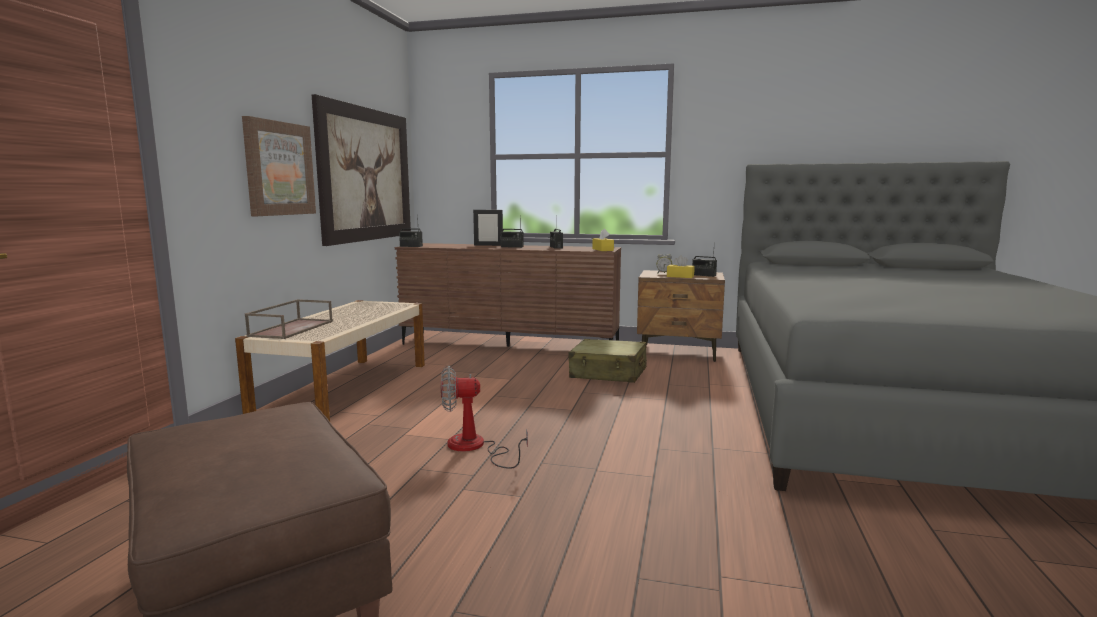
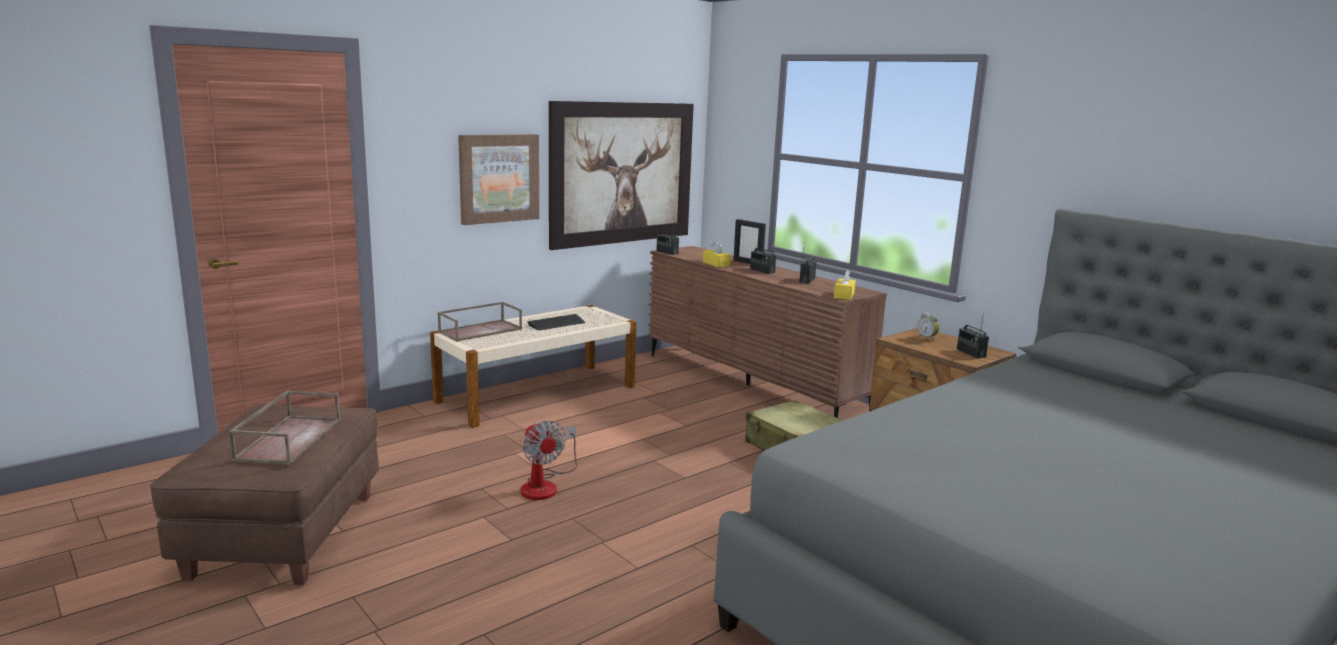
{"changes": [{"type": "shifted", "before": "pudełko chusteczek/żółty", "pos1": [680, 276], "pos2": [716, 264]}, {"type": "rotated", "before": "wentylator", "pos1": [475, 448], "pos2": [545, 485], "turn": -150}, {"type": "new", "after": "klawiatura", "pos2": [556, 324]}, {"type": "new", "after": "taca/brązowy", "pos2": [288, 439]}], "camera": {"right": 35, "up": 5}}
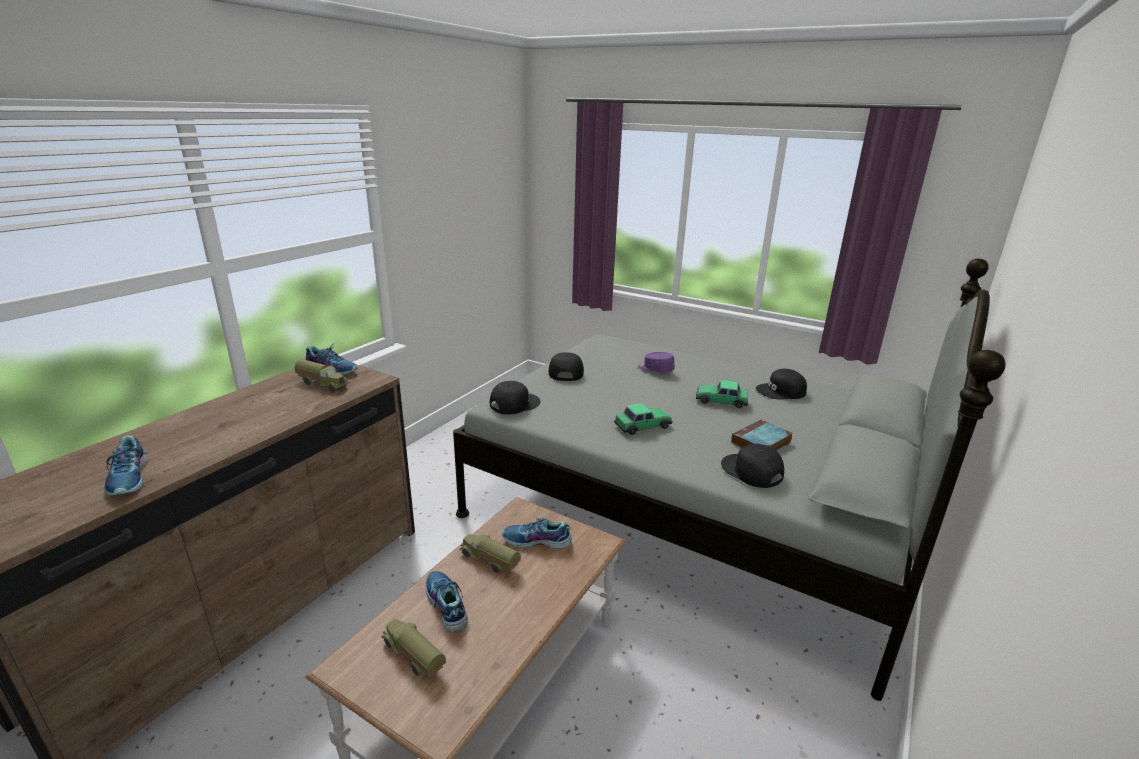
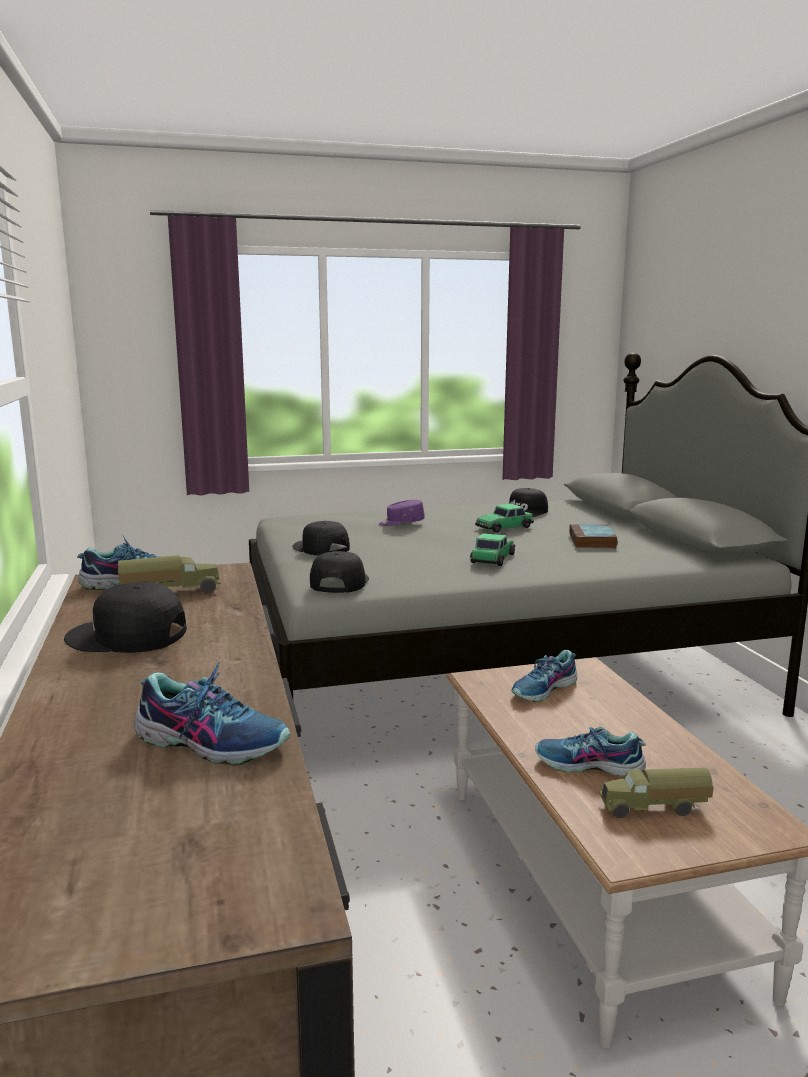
{"changes": [{"type": "shifted", "before": "czapka z daszkiem/czarny", "pos1": [751, 471], "pos2": [127, 636]}, {"type": "gone", "before": "ciężarówka zabawkowa", "pos1": [489, 561]}], "camera": {"right": -45, "up": -10}}
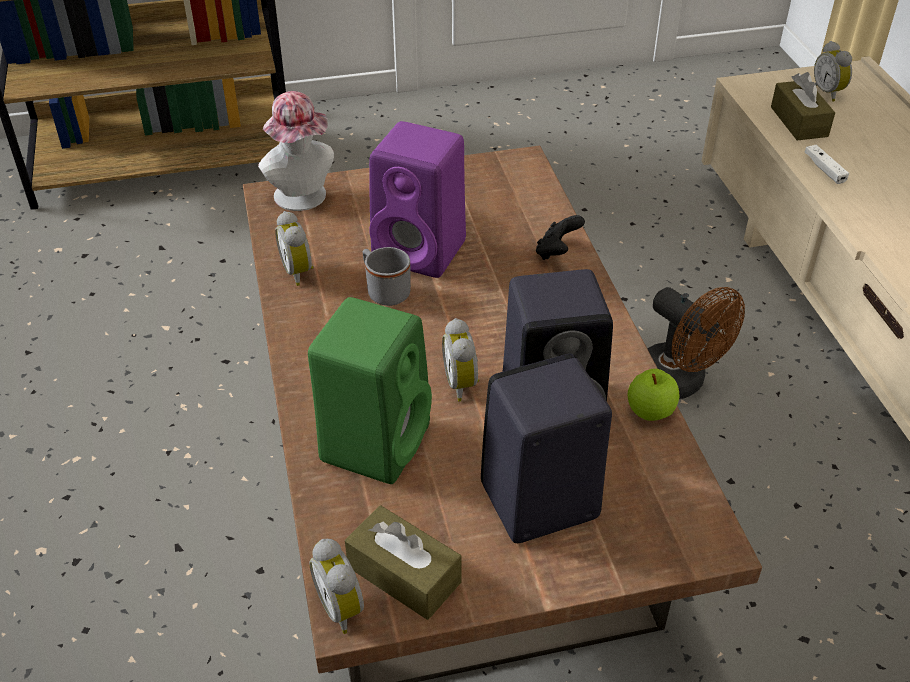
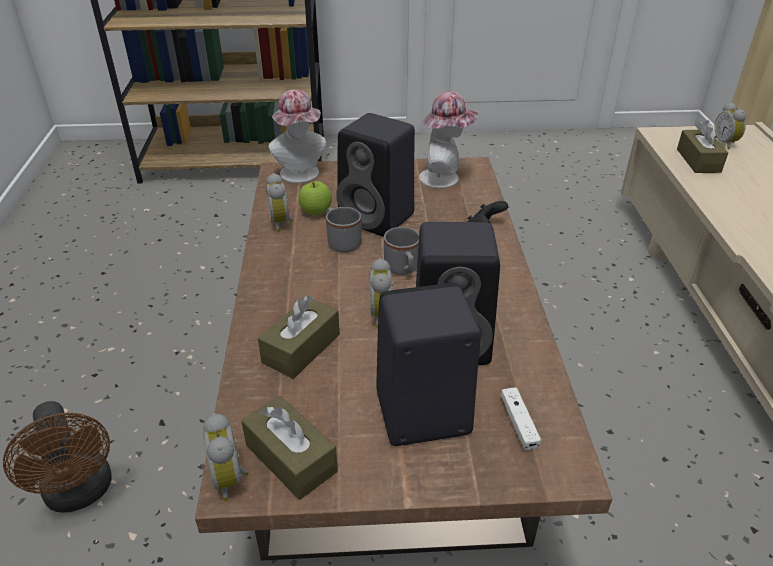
{"changes": [{"type": "repainted", "before": "głośnik/fioletowy", "after": "głośnik/czarny", "pos1": [422, 251], "pos2": [379, 218]}, {"type": "shifted", "before": "pad do gier/biały", "pos1": [824, 169], "pos2": [519, 423]}, {"type": "shifted", "before": "wentylator/brązowy", "pos1": [679, 383], "pos2": [80, 493]}, {"type": "swapped", "before": "głośnik/zielony", "after": "pudełko chusteczek/brązowy", "pos1": [376, 440], "pos2": [301, 348]}, {"type": "shifted", "before": "jabłko", "pos1": [650, 412], "pos2": [316, 212]}, {"type": "new", "after": "kapelusz", "pos2": [444, 178]}, {"type": "new", "after": "kubek/szary", "pos2": [403, 269]}], "camera": {"right": 10, "up": -5}}
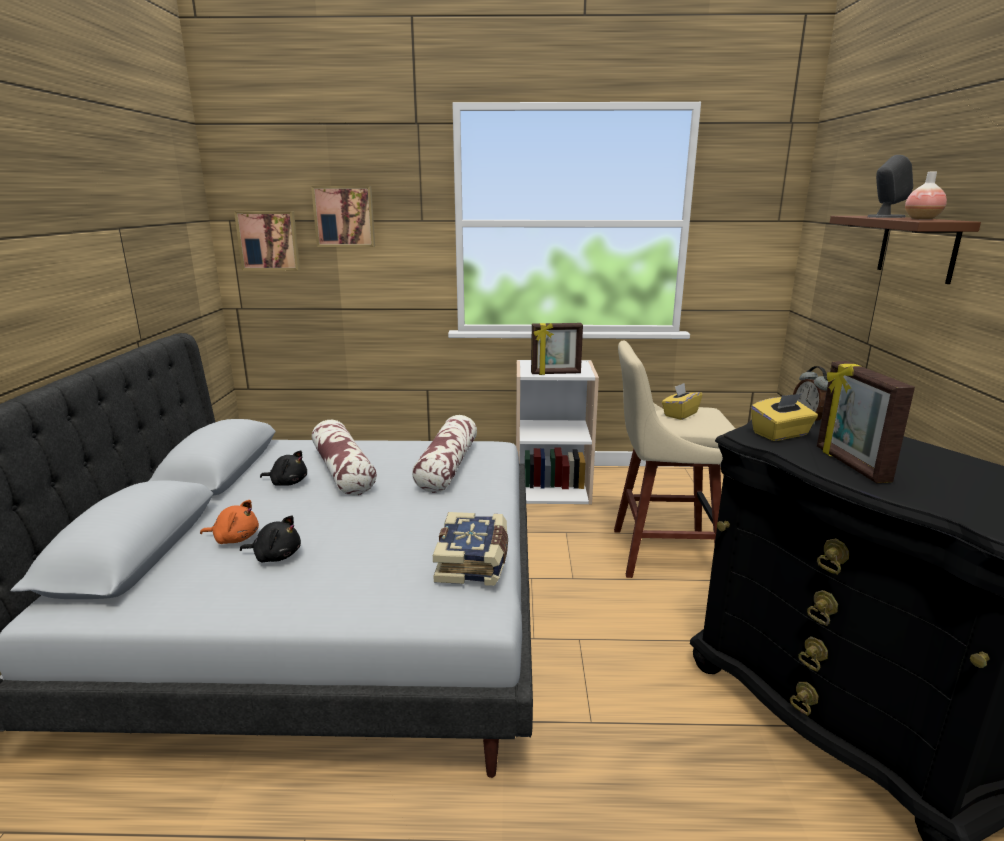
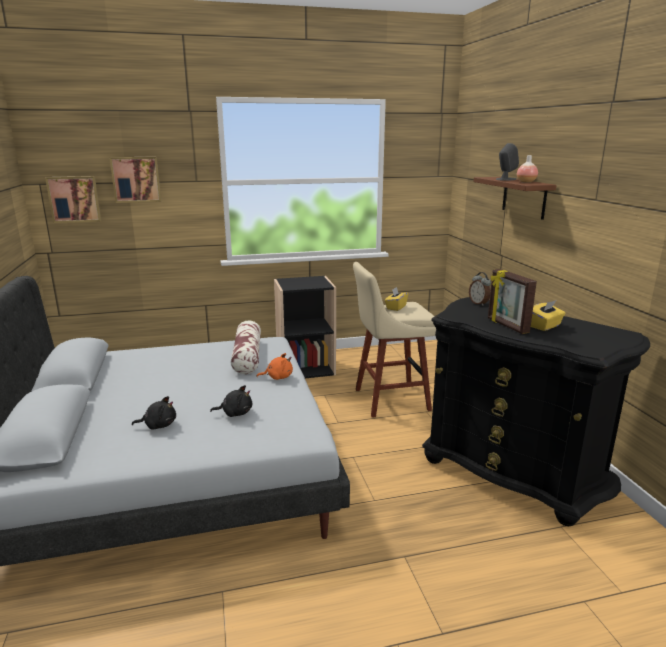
{"changes": [{"type": "gone", "before": "ramka na zdjęcie", "pos1": [556, 373]}, {"type": "repainted", "before": "regał/biały", "after": "regał/czarny", "pos1": [553, 489], "pos2": [306, 368]}, {"type": "shifted", "before": "pudełko chusteczek/żółty", "pos1": [780, 434], "pos2": [545, 326]}, {"type": "gone", "before": "poduszka", "pos1": [343, 470]}, {"type": "shifted", "before": "pluszak/czarny", "pos1": [287, 482], "pos2": [235, 413]}, {"type": "shifted", "before": "pluszak/pomarańczowy", "pos1": [235, 538], "pos2": [278, 377]}, {"type": "gone", "before": "książka", "pos1": [474, 561]}], "camera": {"right": -15, "up": 0}}
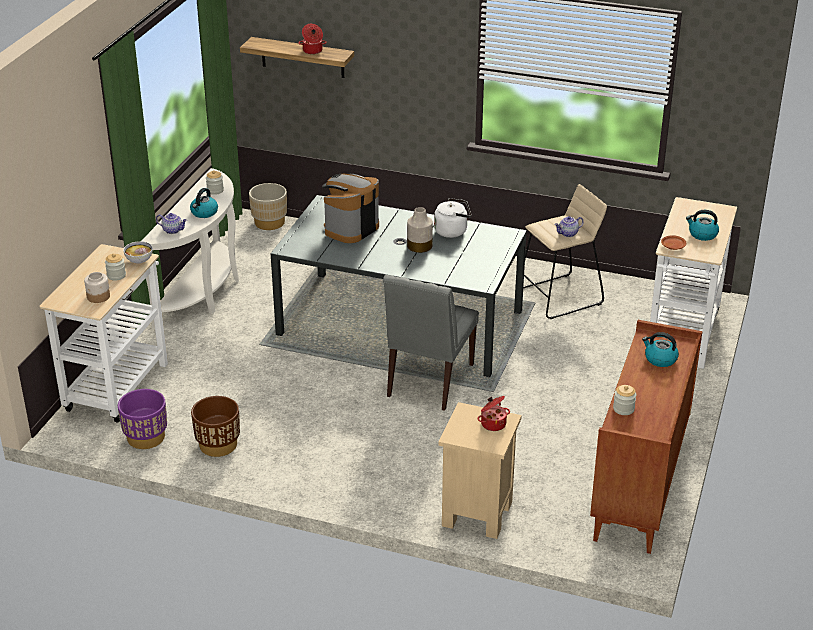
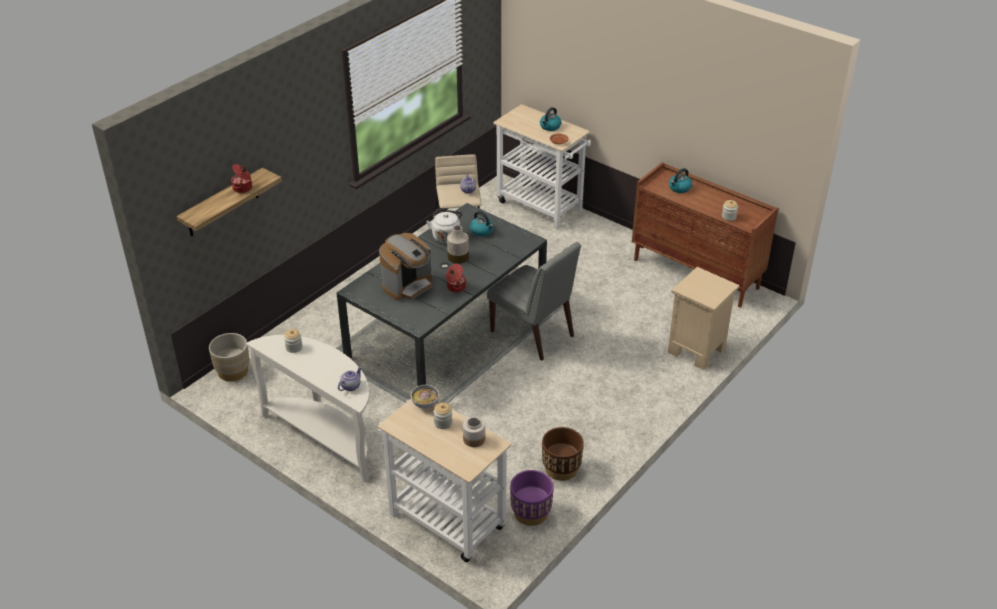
{"changes": [{"type": "rotated", "before": "ekspres do kawy", "pos1": [350, 228], "pos2": [408, 285], "turn": -105}, {"type": "shifted", "before": "czajnik", "pos1": [204, 213], "pos2": [482, 231]}, {"type": "shifted", "before": "garnek", "pos1": [493, 423], "pos2": [455, 287]}], "camera": {"right": -70, "up": 5}}
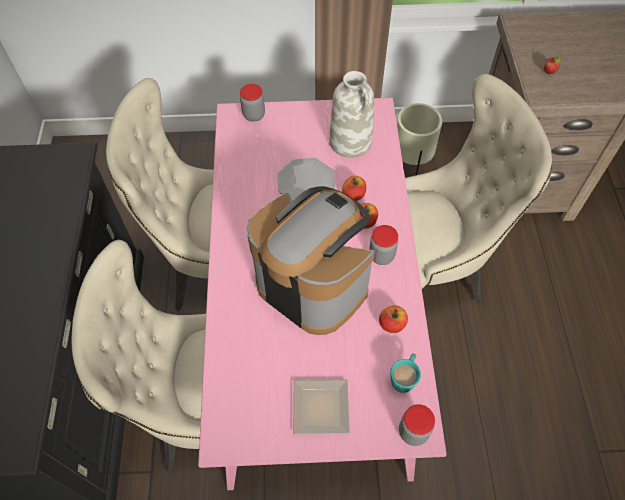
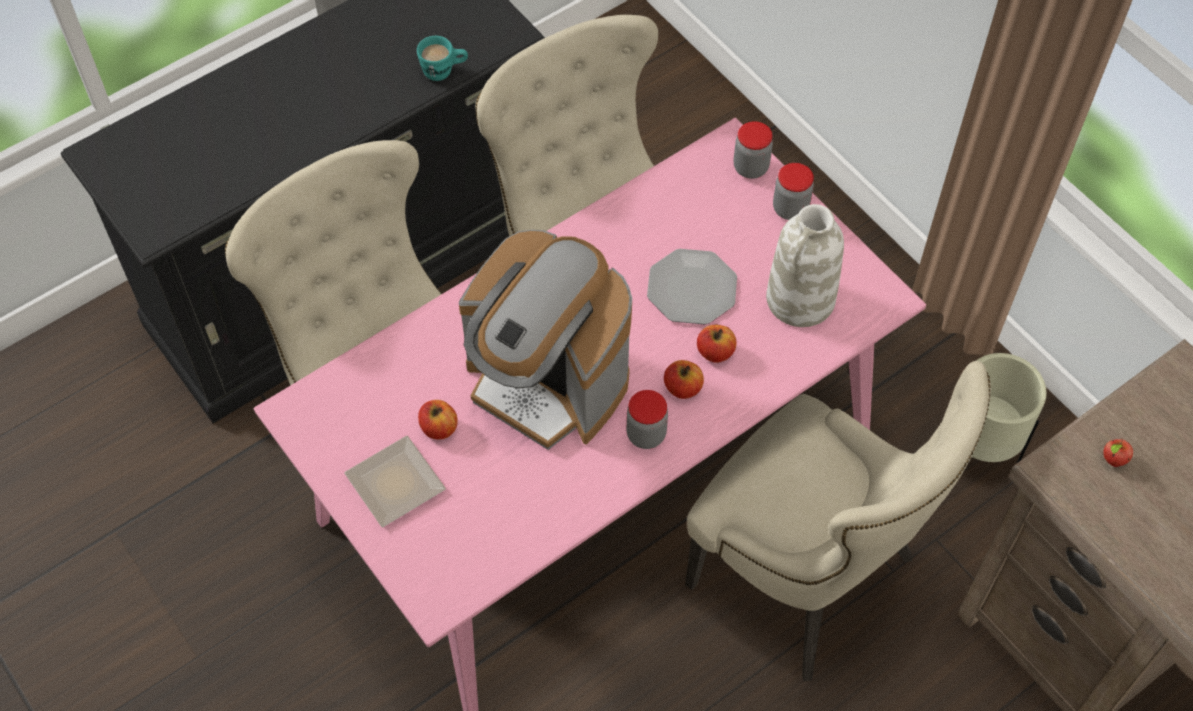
{"changes": [{"type": "rotated", "before": "ekspres do kawy", "pos1": [312, 284], "pos2": [547, 383], "turn": 120}, {"type": "shifted", "before": "jabłko", "pos1": [392, 324], "pos2": [439, 428]}, {"type": "shifted", "before": "kubek/turkusowy", "pos1": [404, 377], "pos2": [444, 71]}, {"type": "shifted", "before": "słoik", "pos1": [413, 432], "pos2": [790, 208]}], "camera": {"right": 55, "up": 0}}
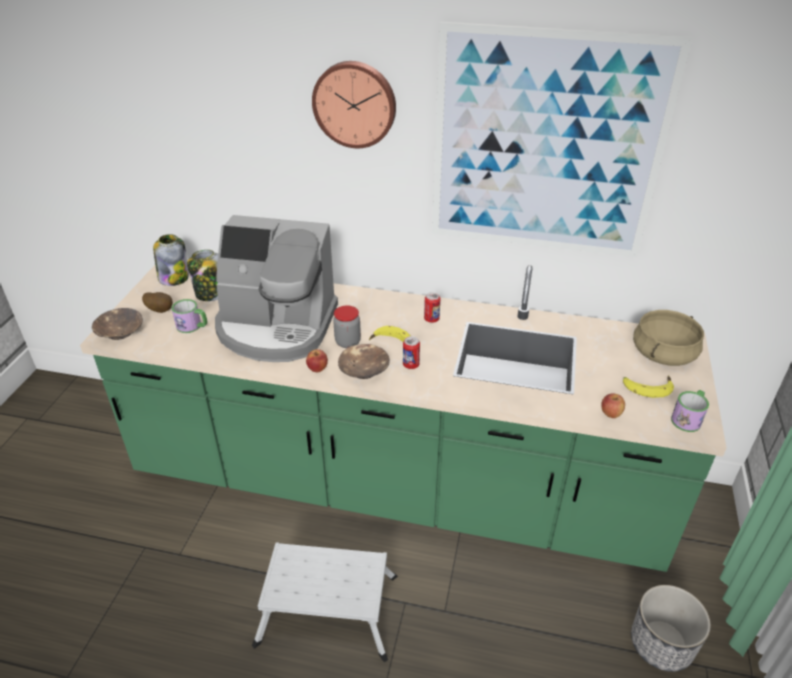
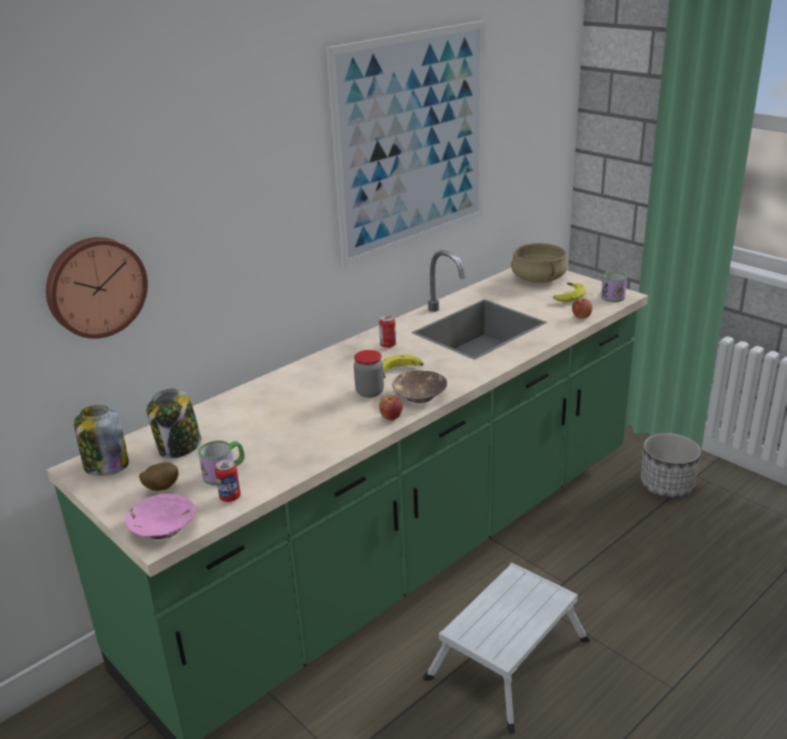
{"changes": [{"type": "shifted", "before": "zegar ścienny", "pos1": [355, 104], "pos2": [95, 286]}, {"type": "gone", "before": "ekspres do kawy", "pos1": [276, 327]}, {"type": "repainted", "before": "miska/brązowy", "after": "miska/różowy", "pos1": [119, 331], "pos2": [163, 528]}, {"type": "shifted", "before": "puszka", "pos1": [411, 365], "pos2": [230, 497]}], "camera": {"right": -55, "up": -10}}
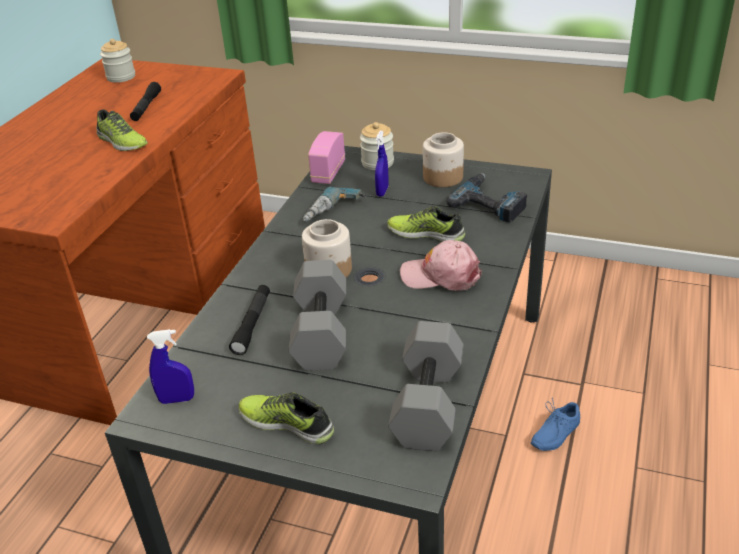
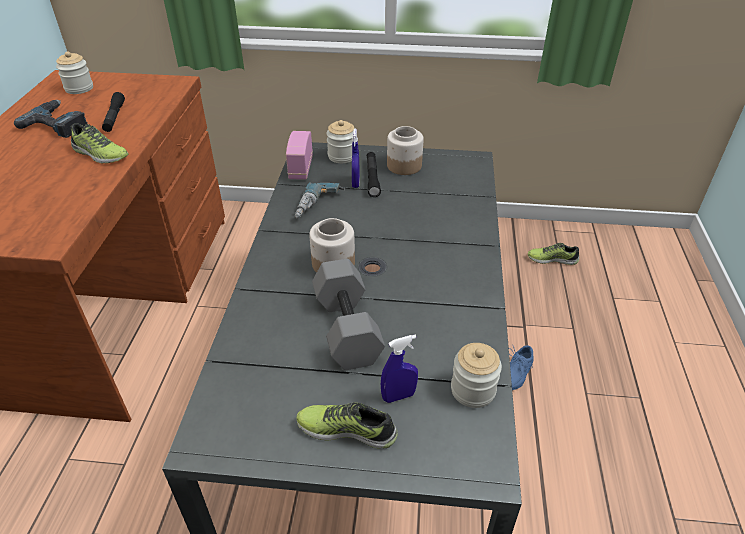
{"changes": [{"type": "shifted", "before": "wiertarka", "pos1": [490, 203], "pos2": [58, 123]}, {"type": "shifted", "before": "but", "pos1": [426, 233], "pos2": [552, 259]}, {"type": "gone", "before": "czapka z daszkiem/różowy", "pos1": [441, 275]}, {"type": "shifted", "before": "latarka/czarny", "pos1": [252, 324], "pos2": [372, 178]}, {"type": "swapped", "before": "hantel/szary", "after": "słoik", "pos1": [429, 404], "pos2": [473, 390]}, {"type": "shifted", "before": "spryskiwacz/niebieski", "pos1": [177, 399], "pos2": [398, 396]}], "camera": {"right": -15, "up": 5}}
